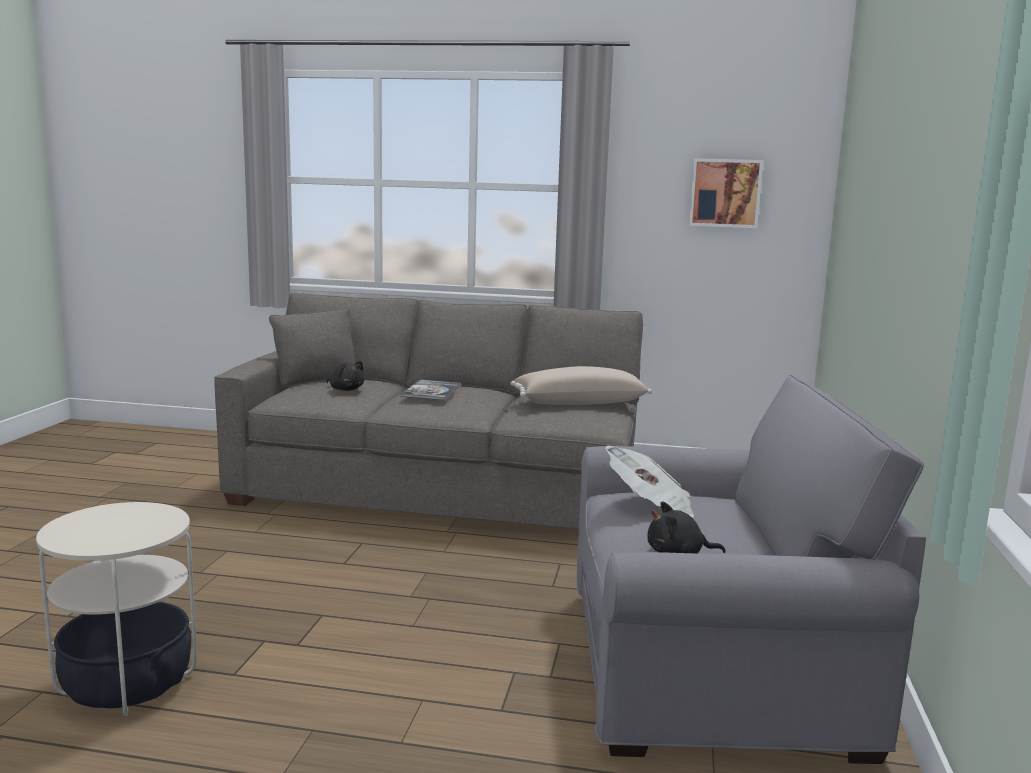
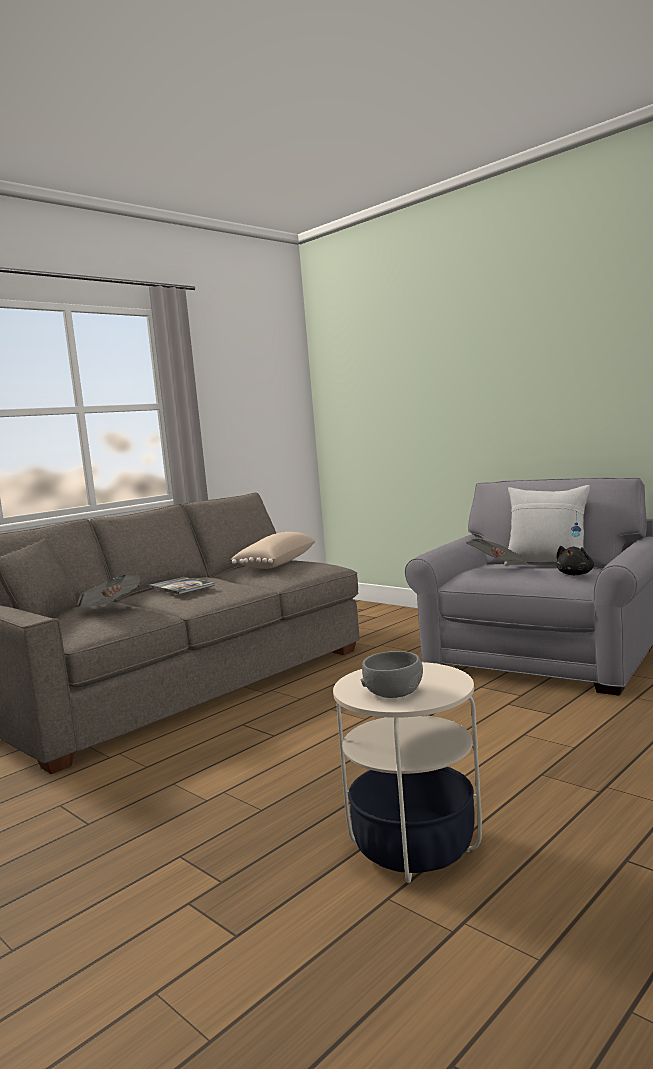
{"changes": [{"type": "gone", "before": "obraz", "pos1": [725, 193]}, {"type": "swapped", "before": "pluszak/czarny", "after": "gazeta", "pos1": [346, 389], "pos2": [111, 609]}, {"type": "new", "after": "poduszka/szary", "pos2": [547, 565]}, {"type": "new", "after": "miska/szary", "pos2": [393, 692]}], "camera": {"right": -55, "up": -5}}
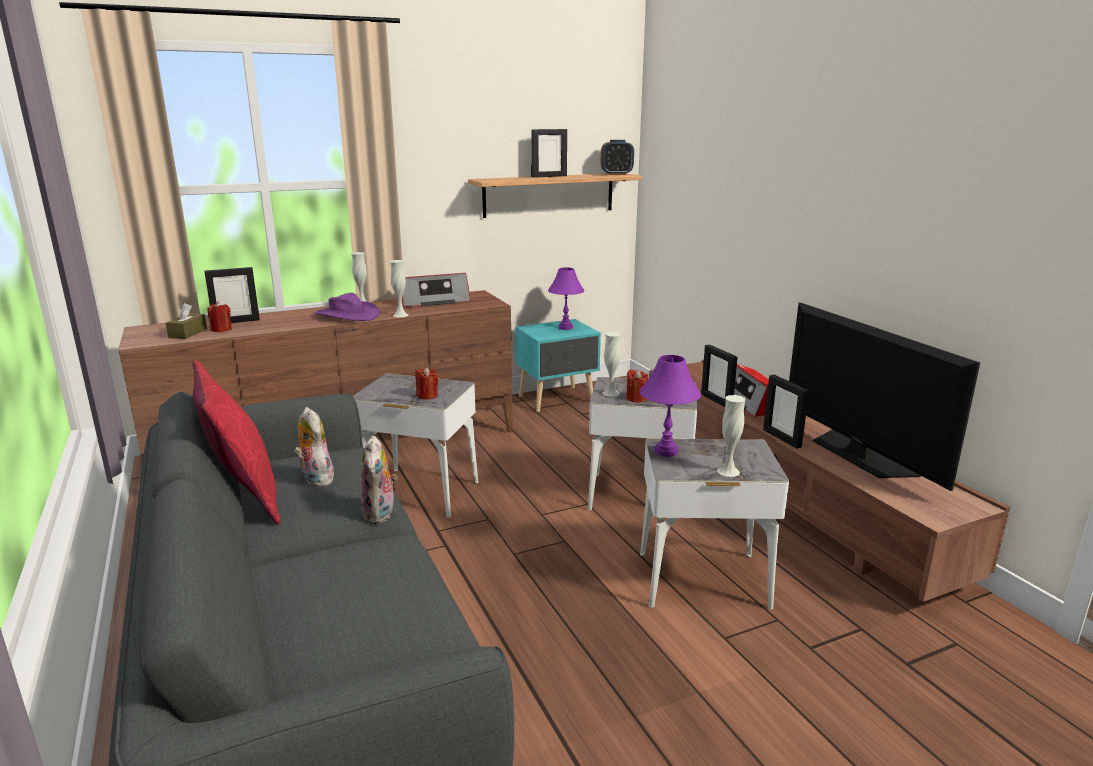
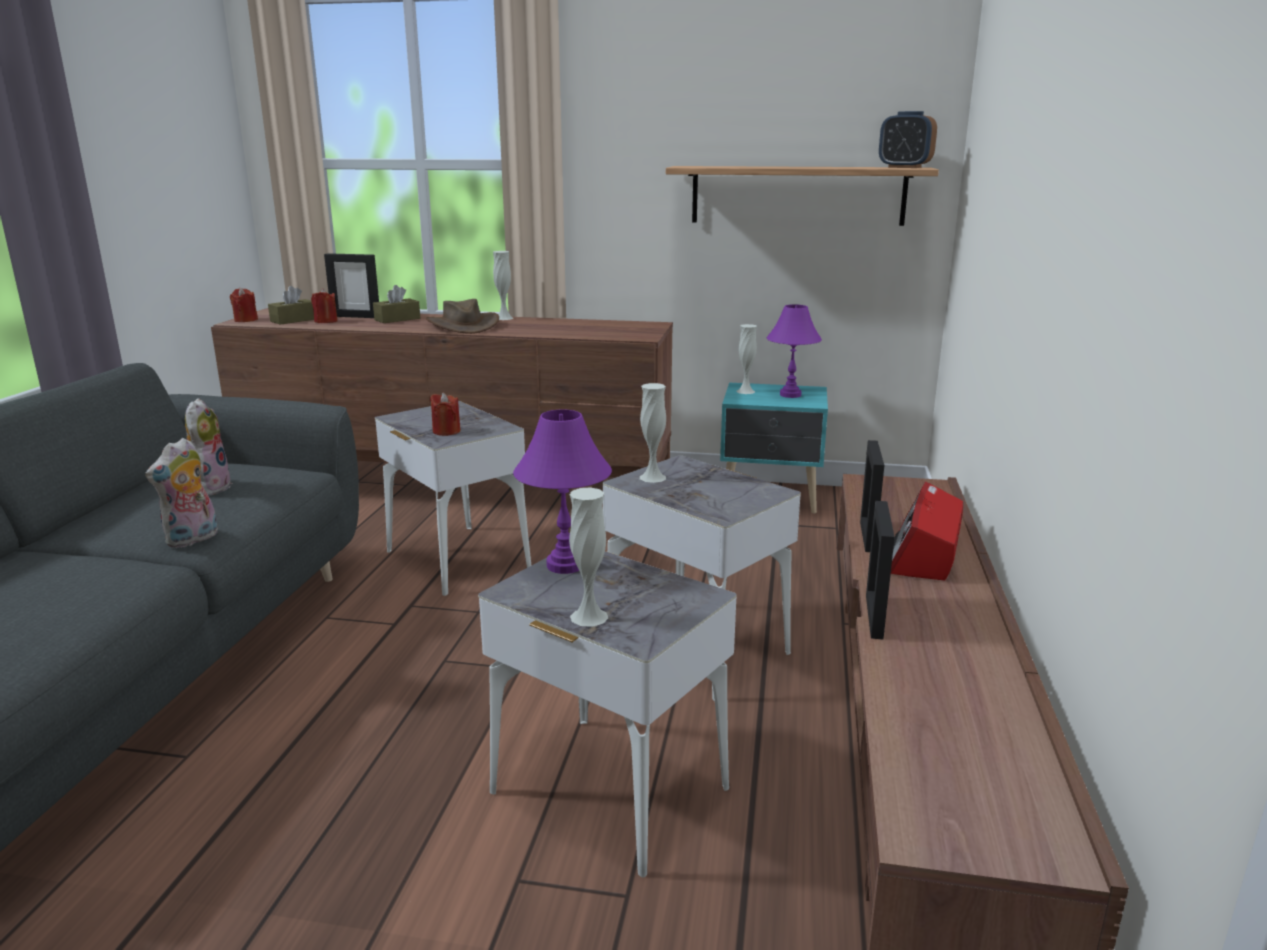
{"changes": [{"type": "gone", "before": "ramka na zdjęcie", "pos1": [549, 176]}, {"type": "shifted", "before": "wazon/biały", "pos1": [400, 315], "pos2": [745, 391]}, {"type": "gone", "before": "radio", "pos1": [434, 301]}, {"type": "repainted", "before": "kapelusz/fioletowy", "after": "kapelusz/brązowy", "pos1": [347, 315], "pos2": [462, 325]}, {"type": "gone", "before": "telewizor", "pos1": [859, 455]}, {"type": "gone", "before": "poduszka/czerwony", "pos1": [245, 498]}, {"type": "shifted", "before": "świeca/czerwony", "pos1": [636, 398], "pos2": [246, 320]}, {"type": "new", "after": "pudełko chusteczek/brązowy", "pos2": [397, 319]}], "camera": {"right": 35, "up": 0}}
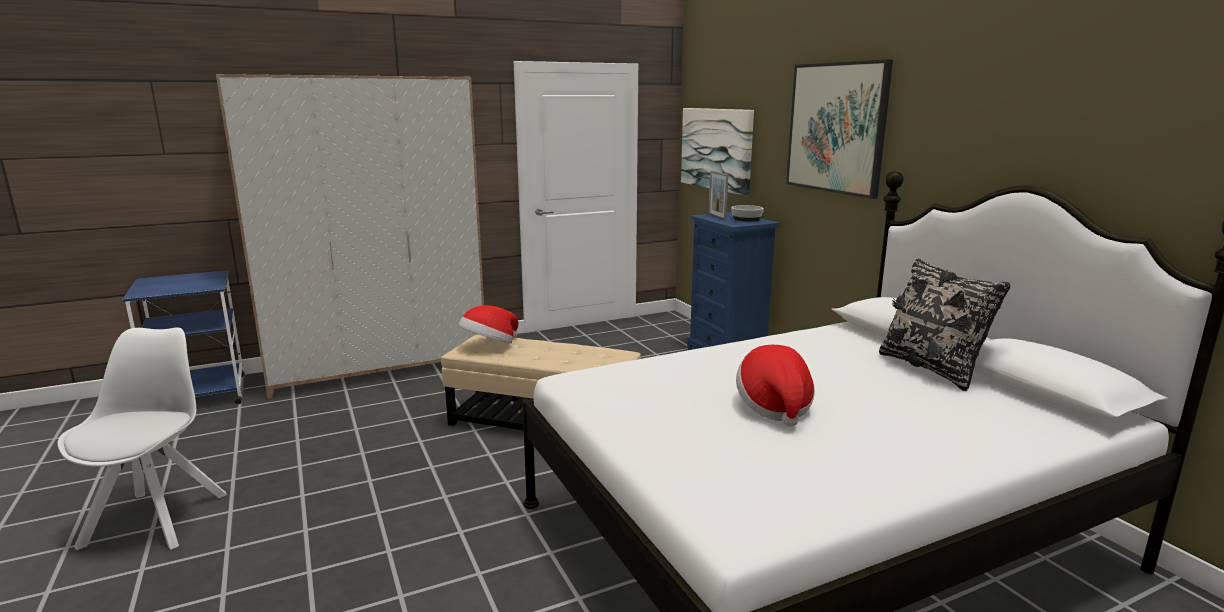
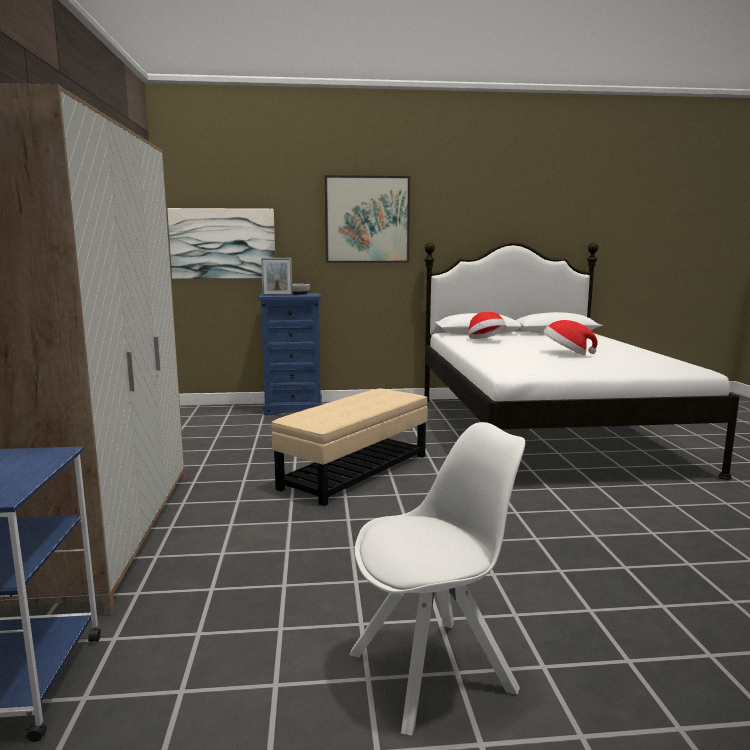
{"changes": [{"type": "gone", "before": "poduszka/czarny", "pos1": [930, 369]}, {"type": "shifted", "before": "kapelusz", "pos1": [489, 345], "pos2": [485, 340]}, {"type": "rotated", "before": "krzesło/biały", "pos1": [158, 518], "pos2": [434, 671], "turn": 135}], "camera": {"right": -70, "up": -5}}
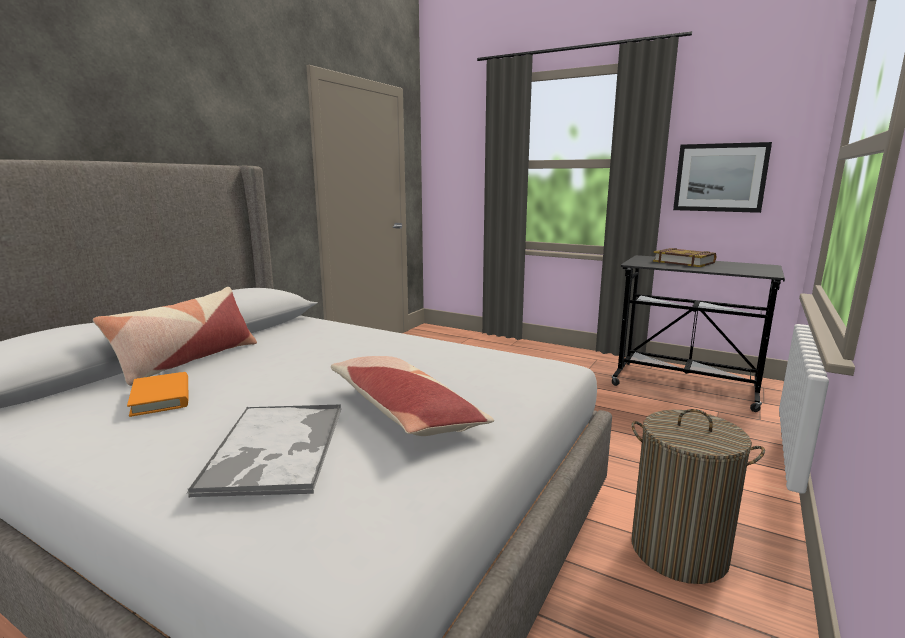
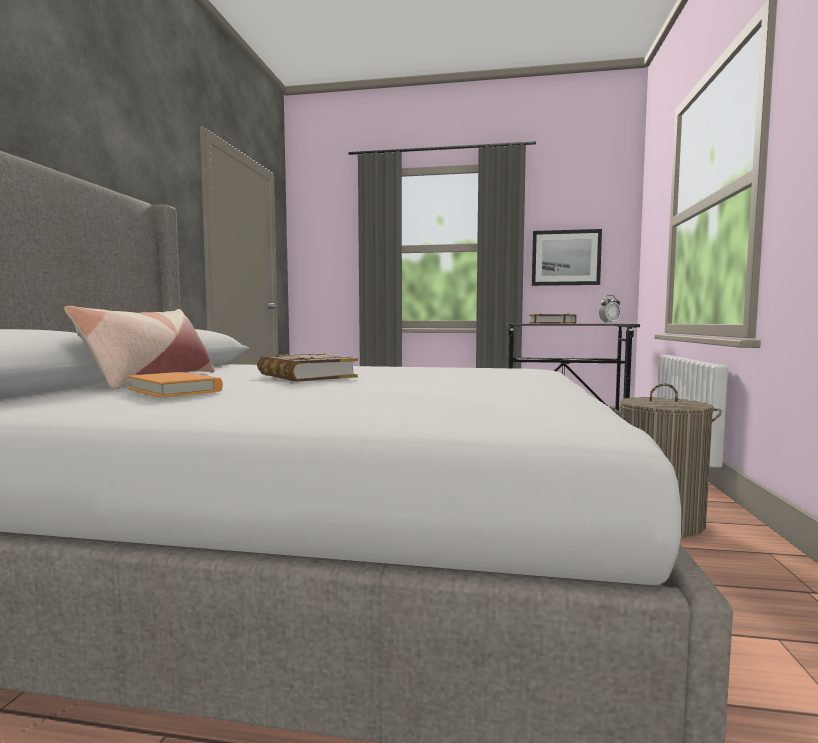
{"changes": [{"type": "gone", "before": "poduszka", "pos1": [403, 411]}, {"type": "gone", "before": "taca", "pos1": [275, 449]}, {"type": "new", "after": "budzik", "pos2": [609, 323]}, {"type": "new", "after": "książka", "pos2": [305, 376]}], "camera": {"right": -20, "up": -10}}
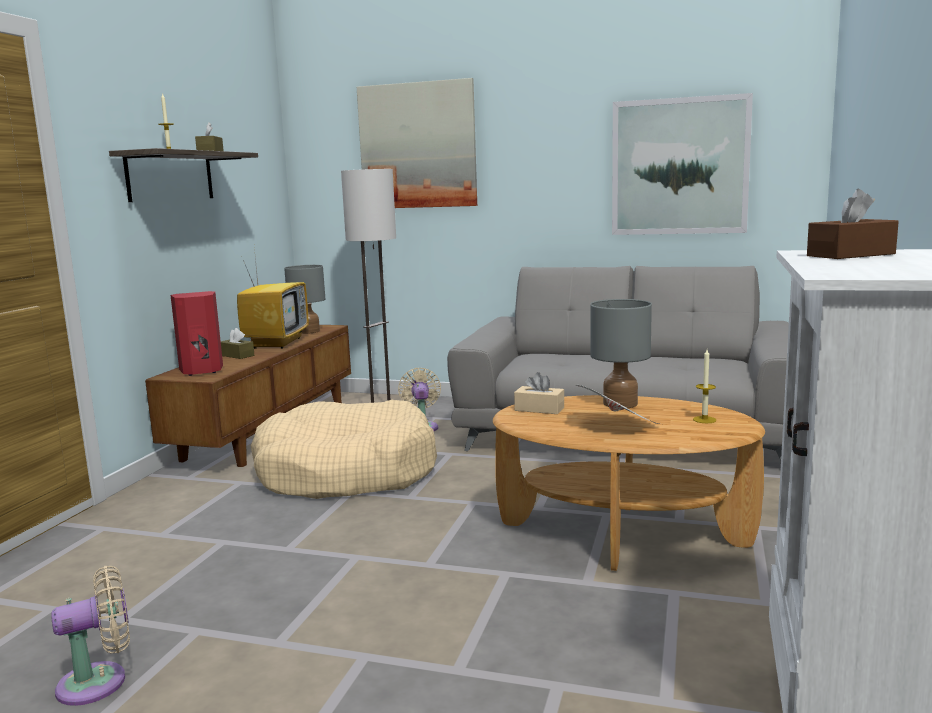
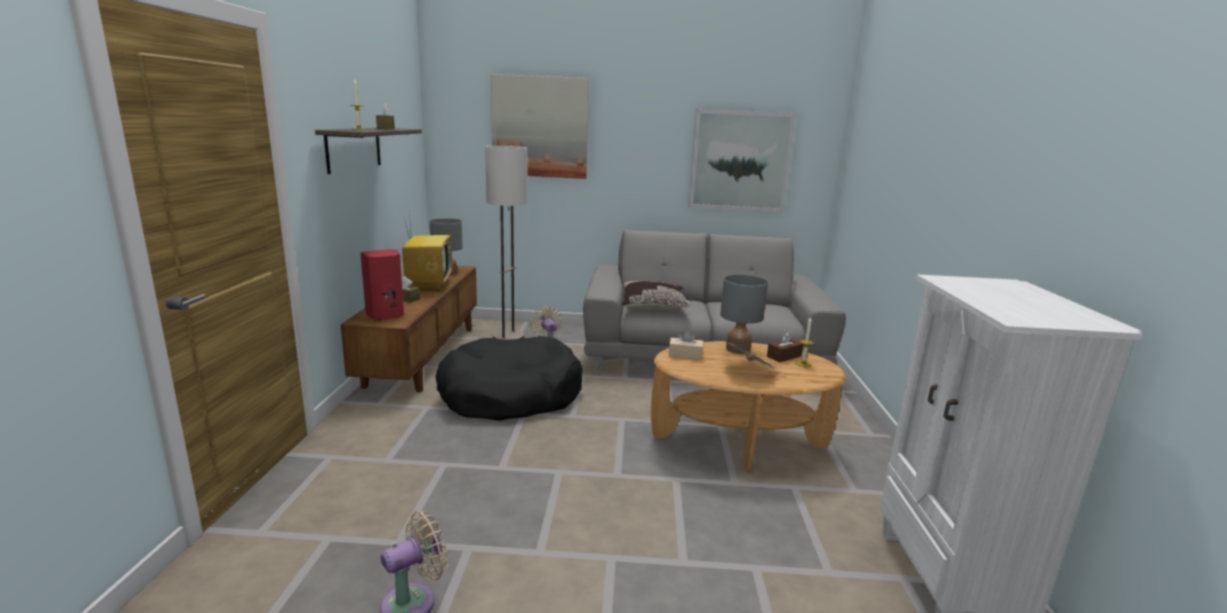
{"changes": [{"type": "shifted", "before": "pudełko chusteczek/brązowy", "pos1": [850, 255], "pos2": [784, 356]}, {"type": "repainted", "before": "legowisko/beżowy", "after": "legowisko/czarny", "pos1": [346, 472], "pos2": [510, 395]}, {"type": "new", "after": "poduszka", "pos2": [653, 306]}], "camera": {"right": -15, "up": 5}}
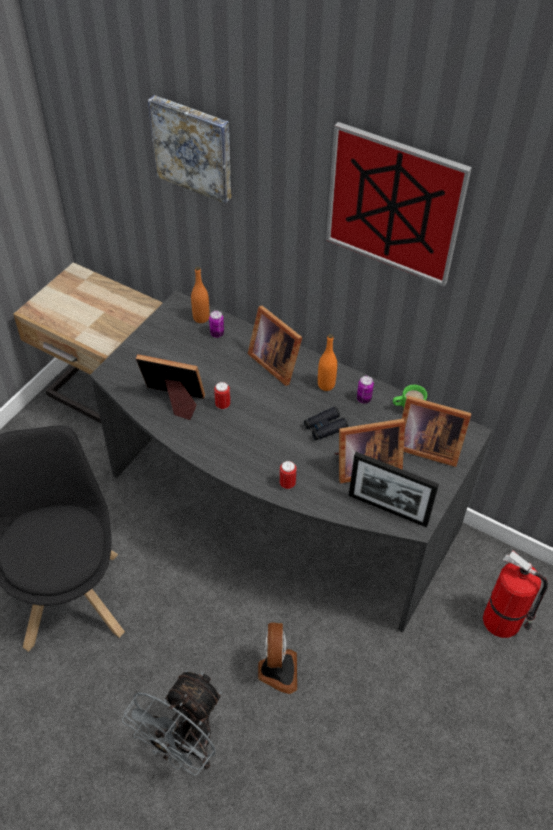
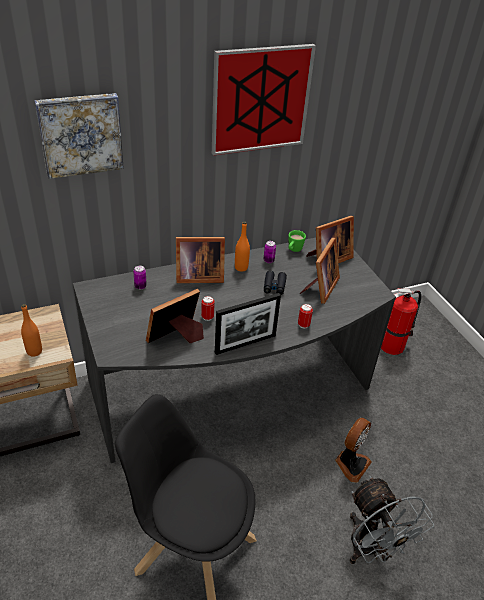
{"changes": [{"type": "shifted", "before": "butelka/pomarańczowy", "pos1": [201, 318], "pos2": [34, 351]}, {"type": "shifted", "before": "ramka na zdjęcie", "pos1": [388, 509], "pos2": [245, 344]}, {"type": "rotated", "before": "wentylator", "pos1": [277, 671], "pos2": [351, 464], "turn": 90}], "camera": {"right": -55, "up": -10}}
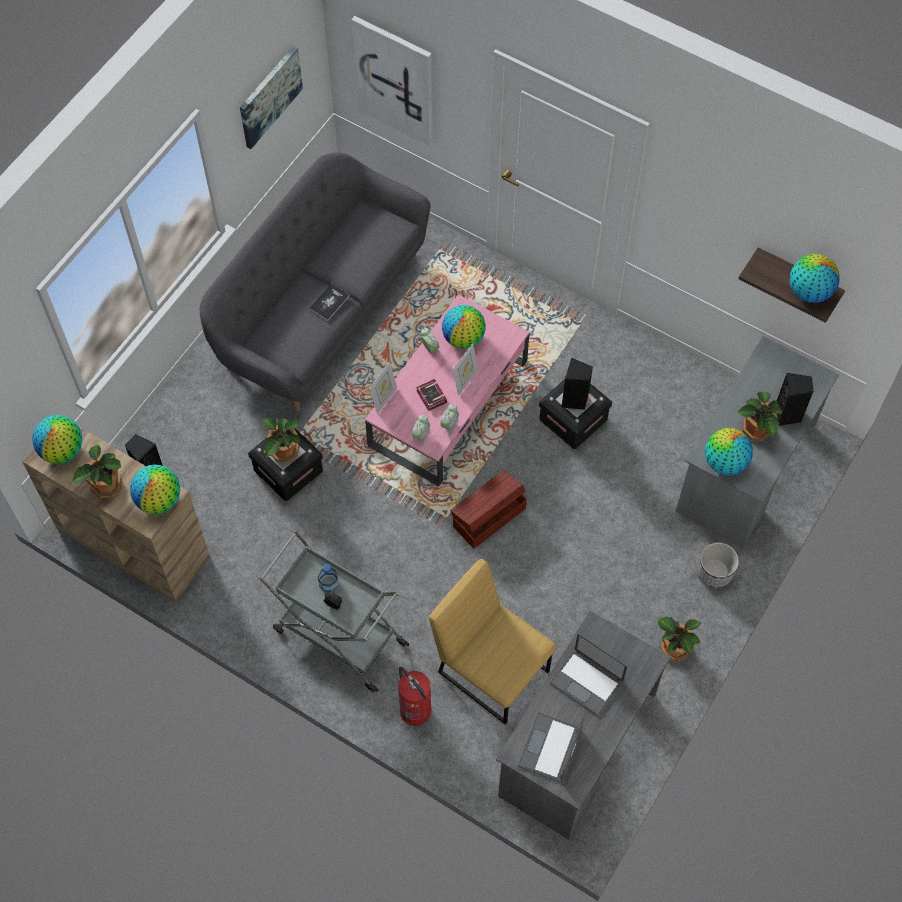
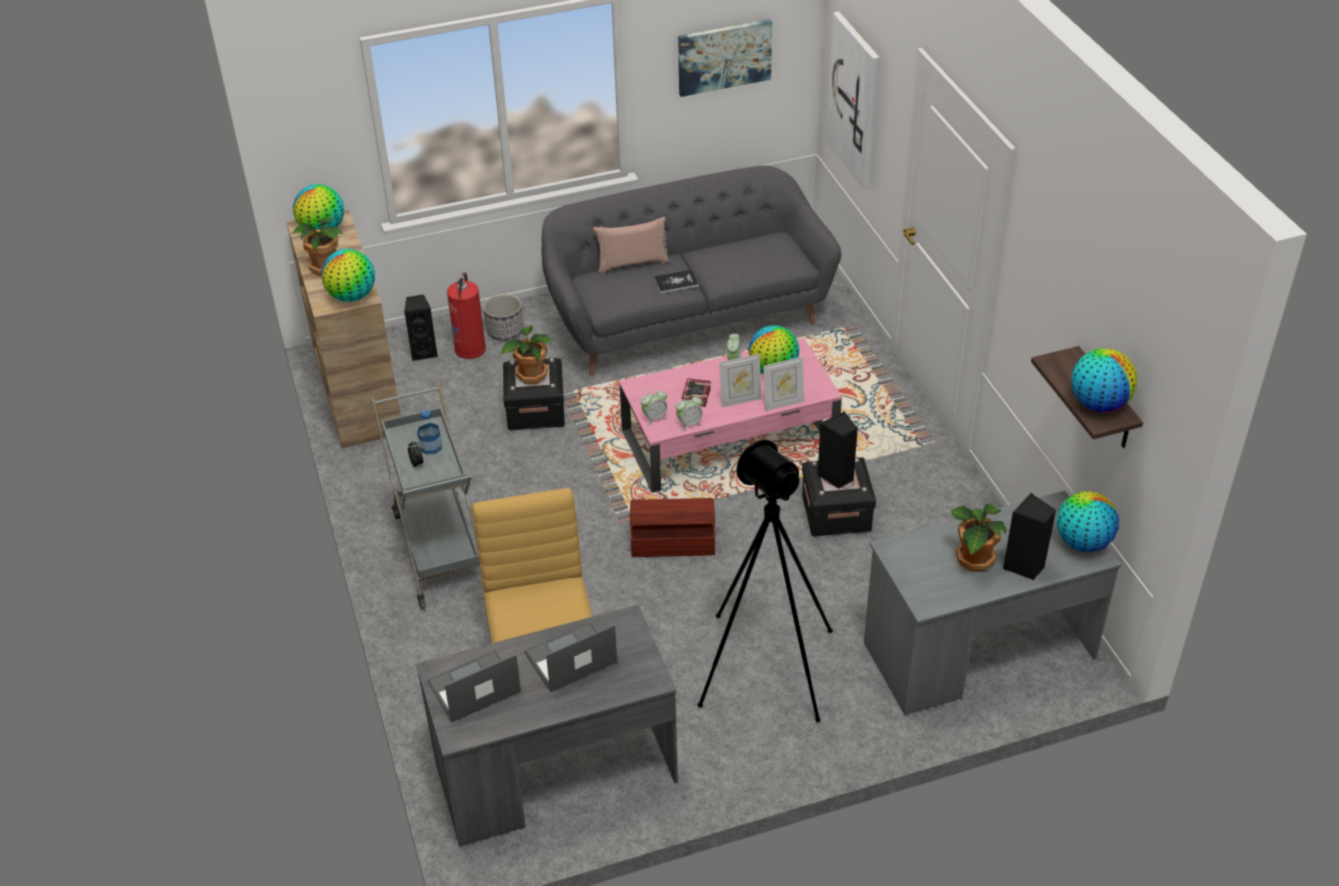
{"changes": [{"type": "shifted", "before": "ramka na zdjęcie", "pos1": [384, 399], "pos2": [783, 403]}, {"type": "shifted", "before": "globus", "pos1": [724, 462], "pos2": [1082, 542]}, {"type": "shifted", "before": "donica", "pos1": [714, 572], "pos2": [505, 331]}, {"type": "gone", "before": "roślina doniczkowa", "pos1": [674, 647]}, {"type": "rotated", "before": "laptop", "pos1": [587, 682], "pos2": [570, 658], "turn": 75}, {"type": "shifted", "before": "gaśnica", "pos1": [415, 709], "pos2": [470, 348]}, {"type": "new", "after": "poduszka/beżowy", "pos2": [632, 263]}, {"type": "new", "after": "lampa stojąca/czarny", "pos2": [765, 667]}], "camera": {"right": 40, "up": -20}}
